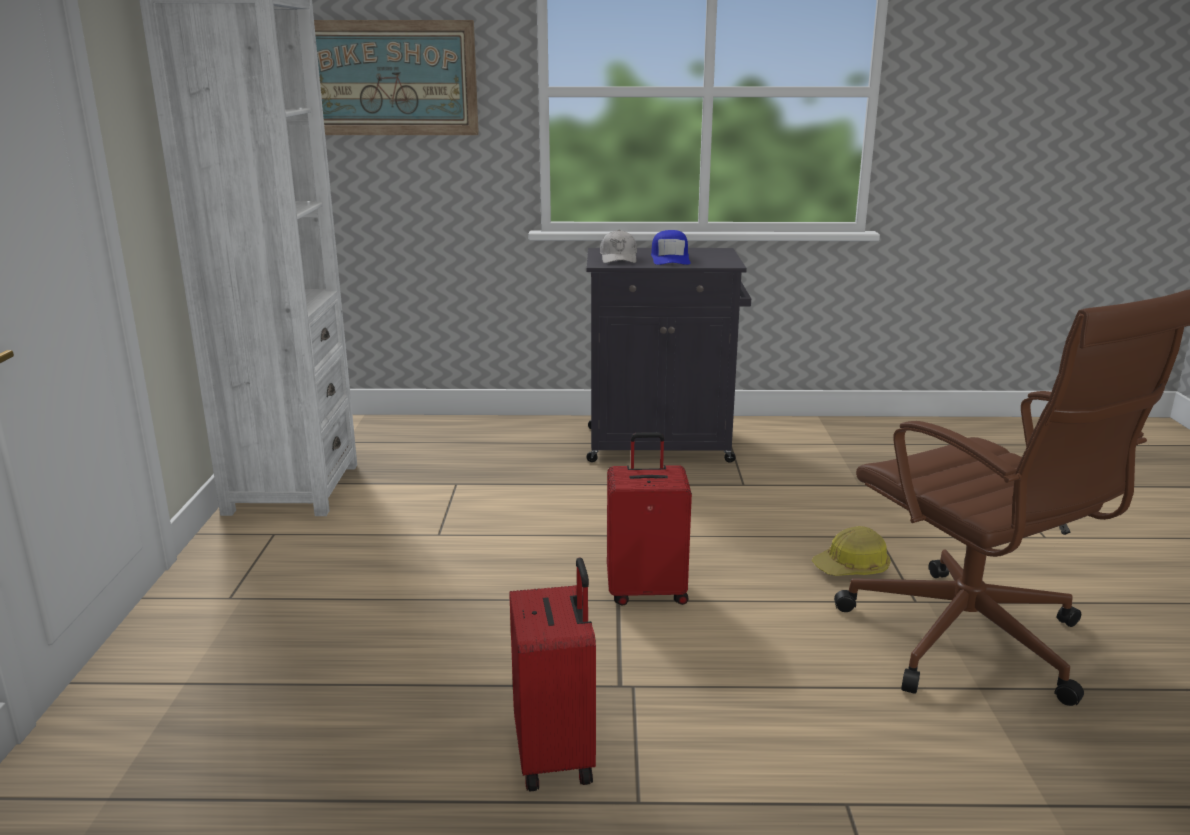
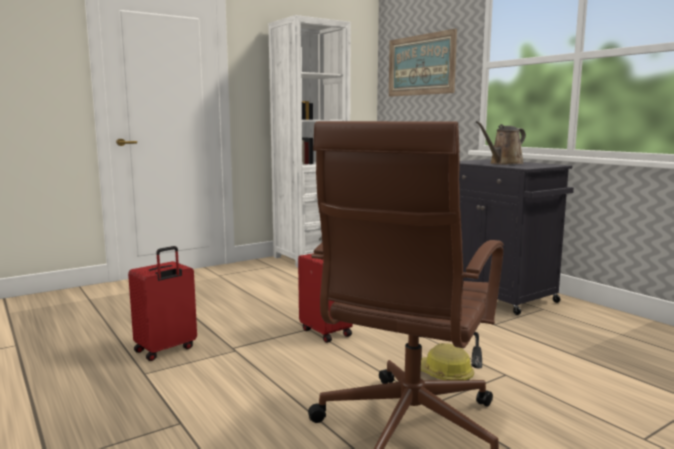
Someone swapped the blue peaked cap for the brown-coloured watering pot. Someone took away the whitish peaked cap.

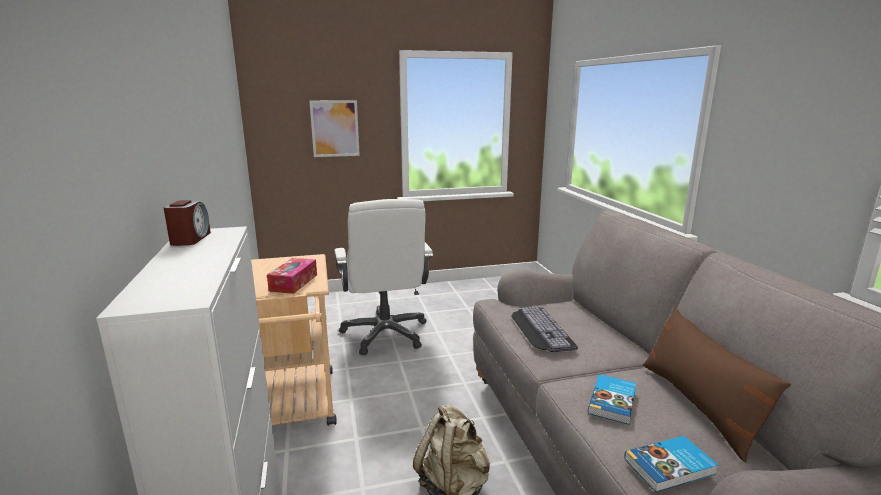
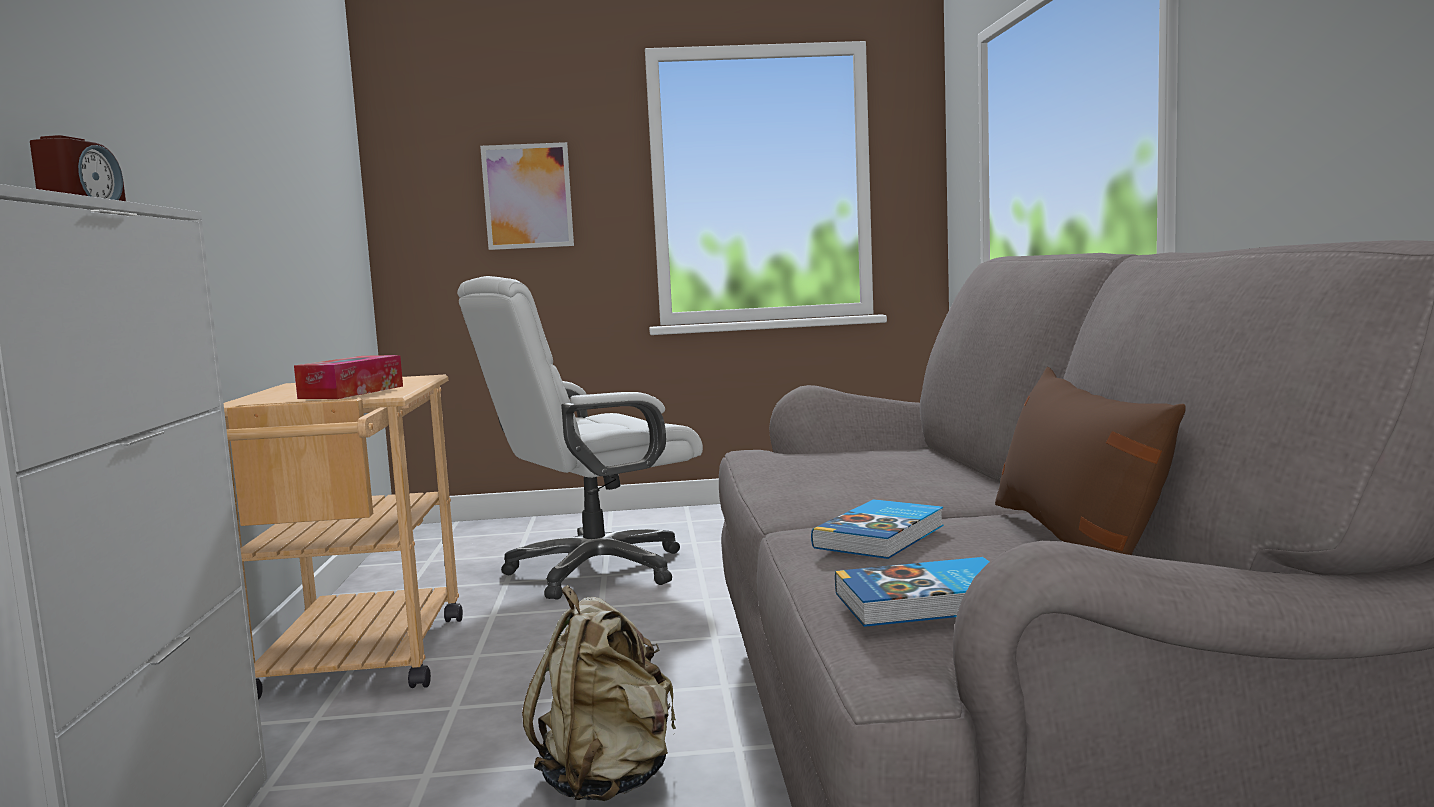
Someone rotated the whitish office chair by 60 degrees clockwise. Someone took away the computer keyboard.

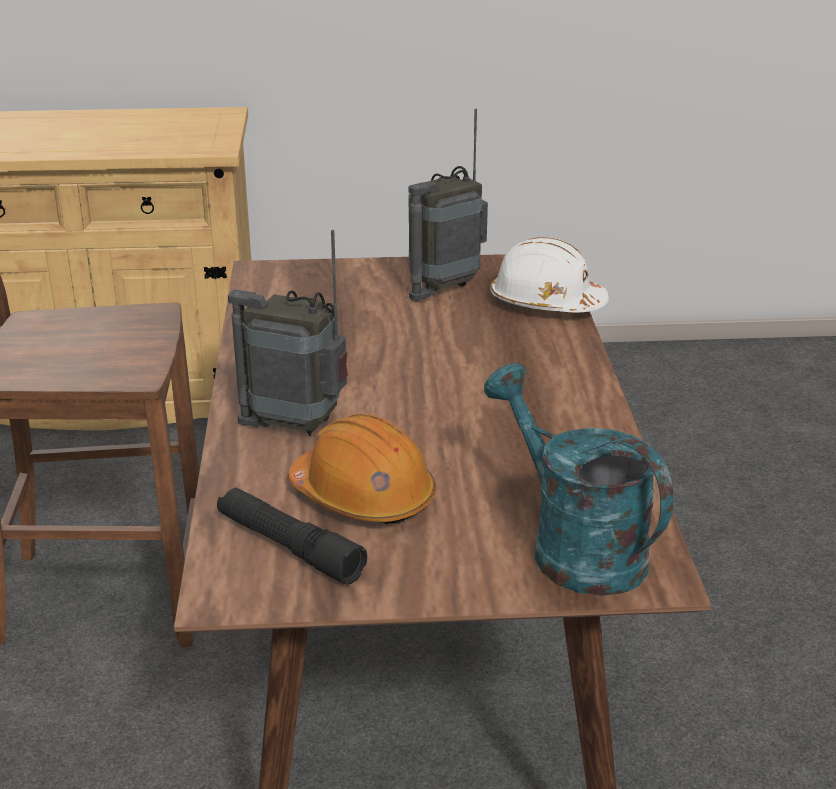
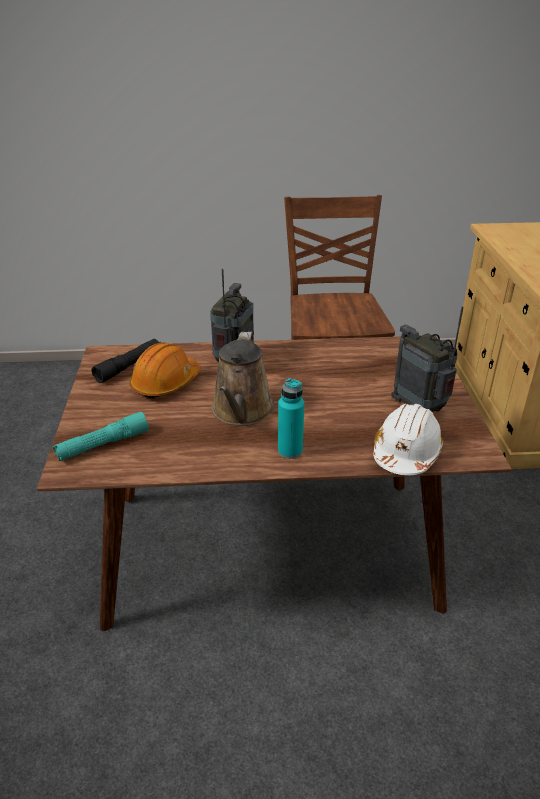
Someone swapped the turquoise watering pot for the turquoise torch. Someone put down the brown-coloured watering pot. Someone put down the turquoise beverage bottle.

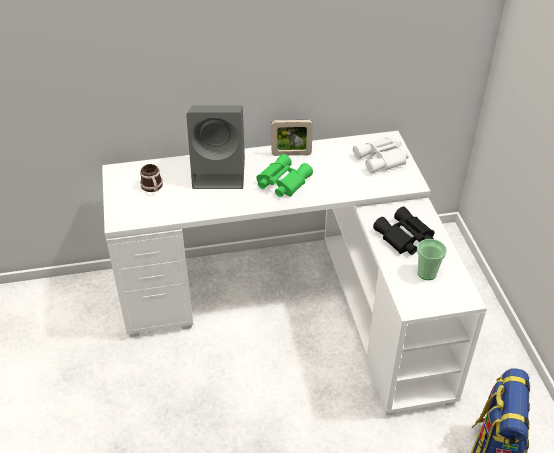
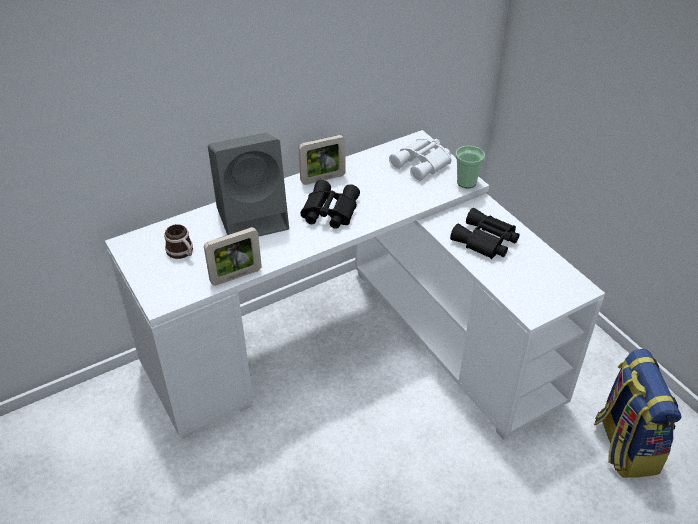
Someone put down the photo frame (no. 1 from left). Someone repainted the green-coloured binoculars, which became the black binoculars (no. 1 from left). Someone carried the small cup.

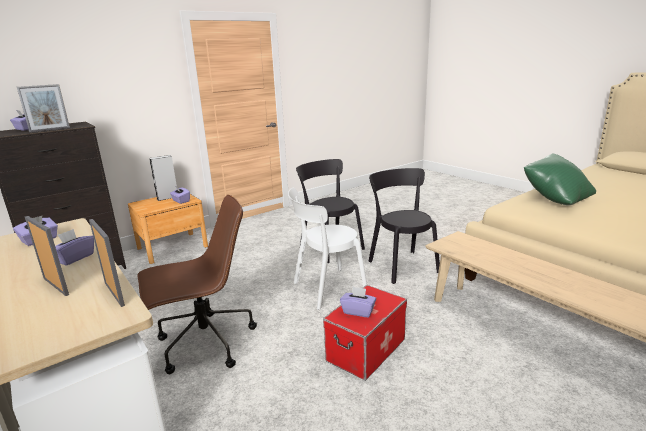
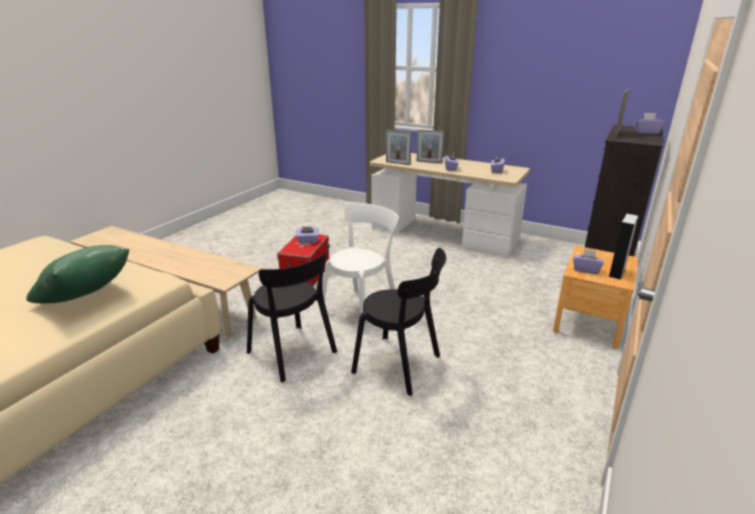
Someone took away the brown-coloured office chair.

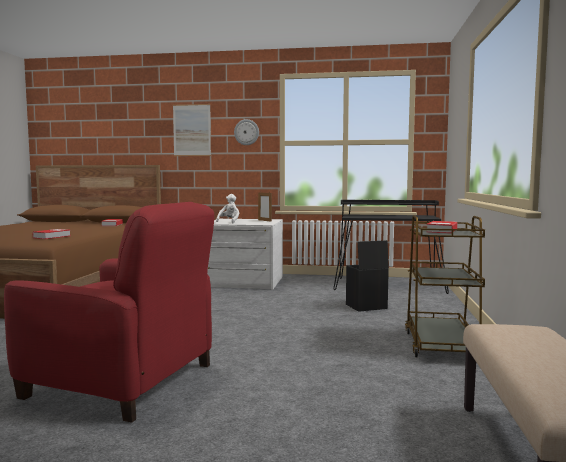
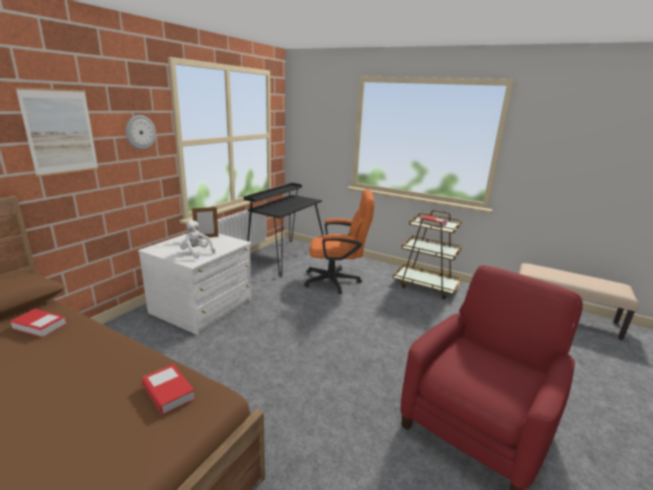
Someone swapped the black storage container for the orangey office chair.

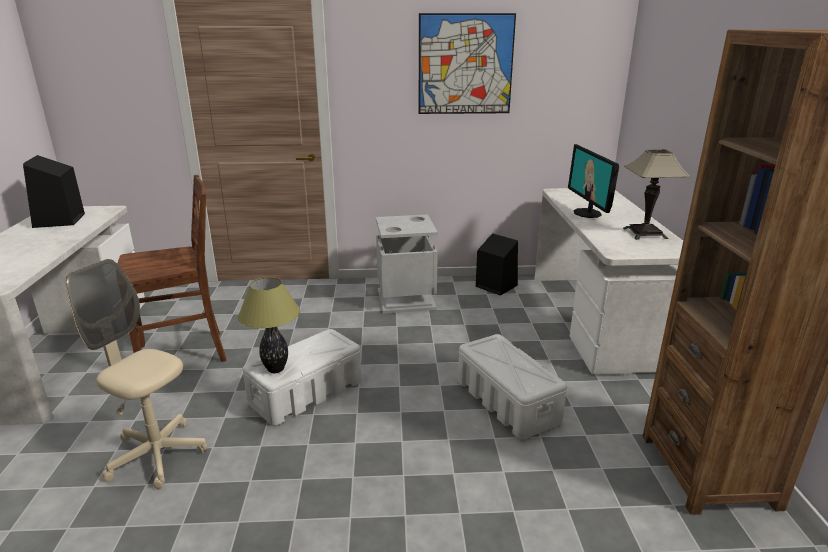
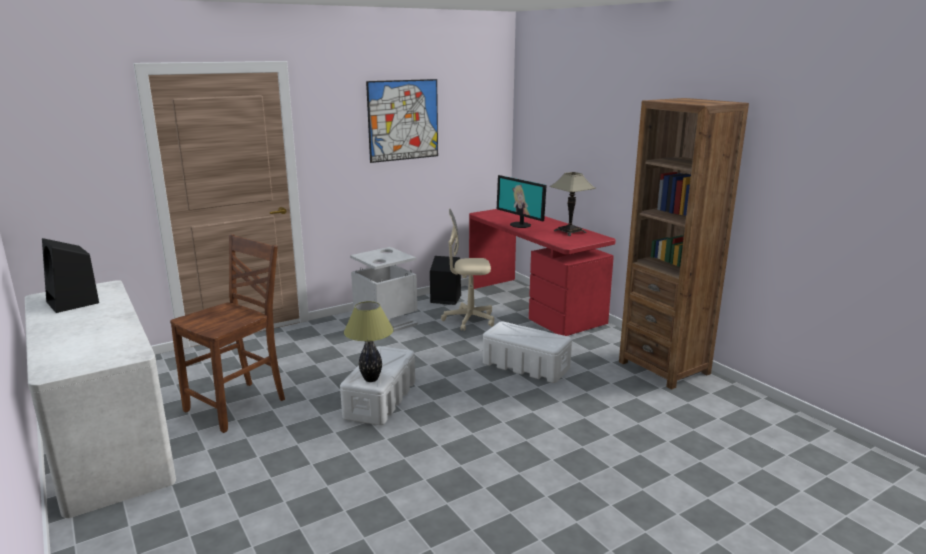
Someone carried the beige office chair. Someone repainted the whitish desk (no. 2 from left), which became the red desk.

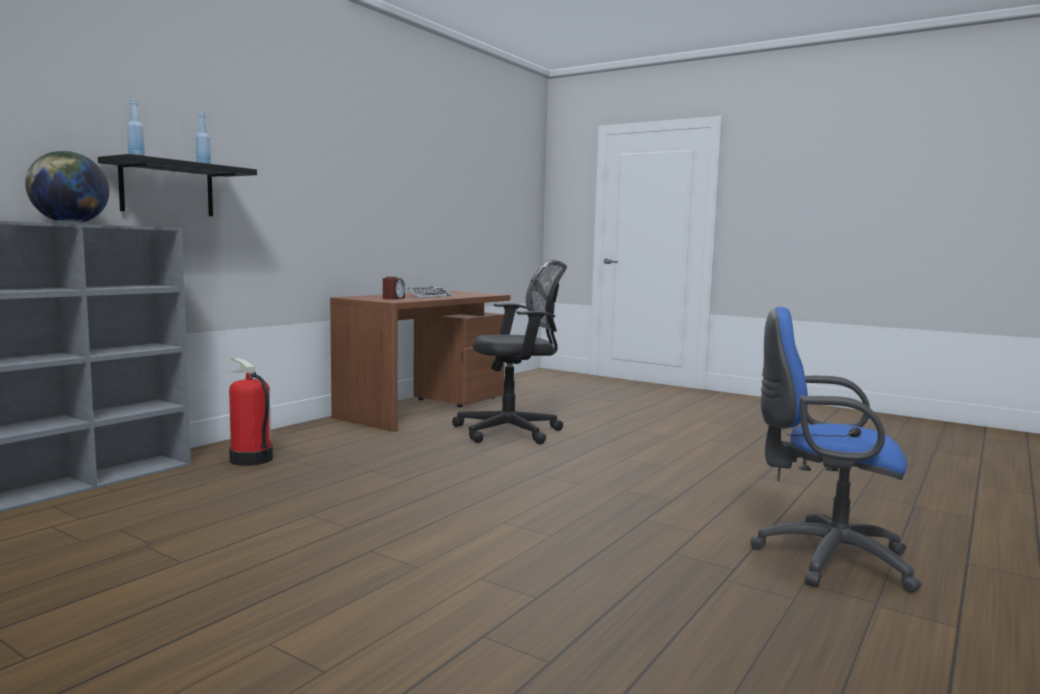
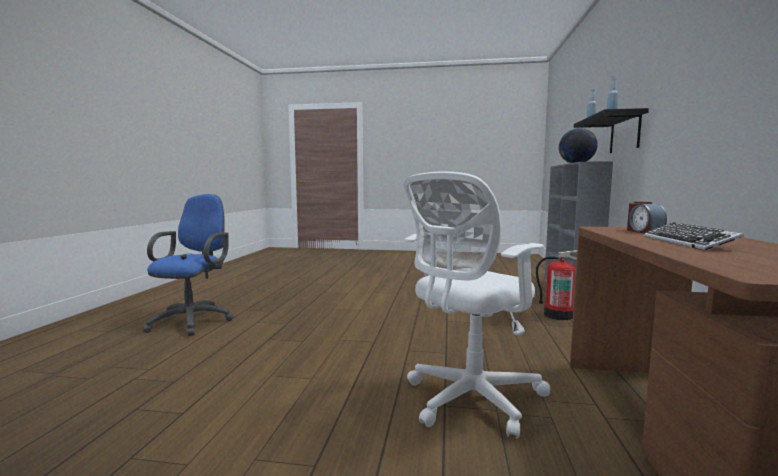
Someone rotated the blue office chair by 75 degrees counterclockwise. Someone repainted the black office chair, which became the whitish office chair.

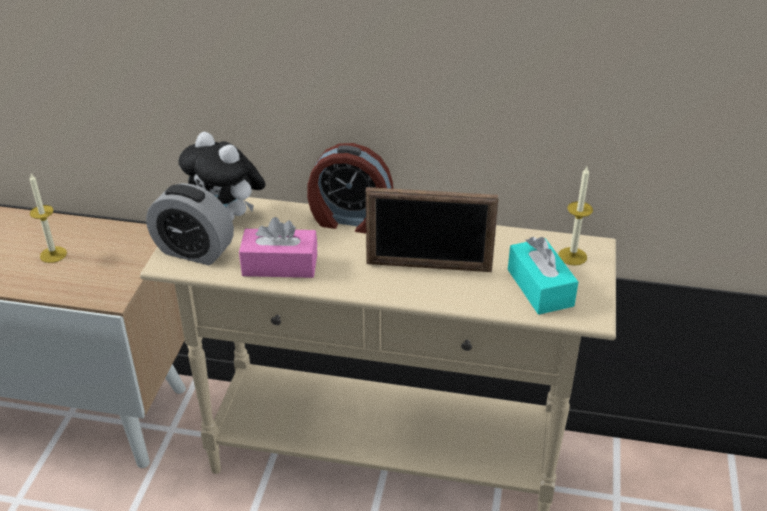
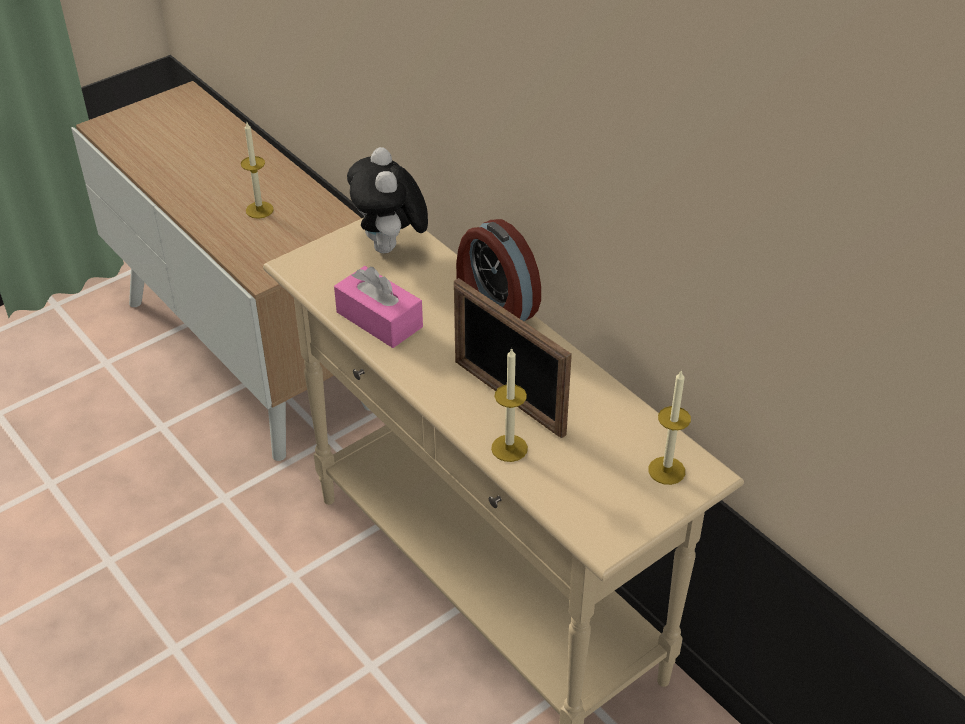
Someone put down the candle (no. 2 from left). Someone took away the bedside clock (no. 1 from left). Someone took away the turquoise tissue box.

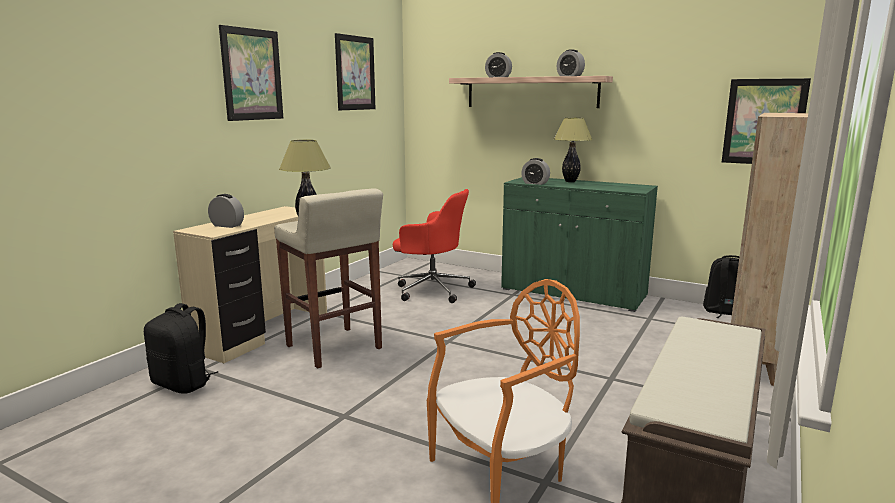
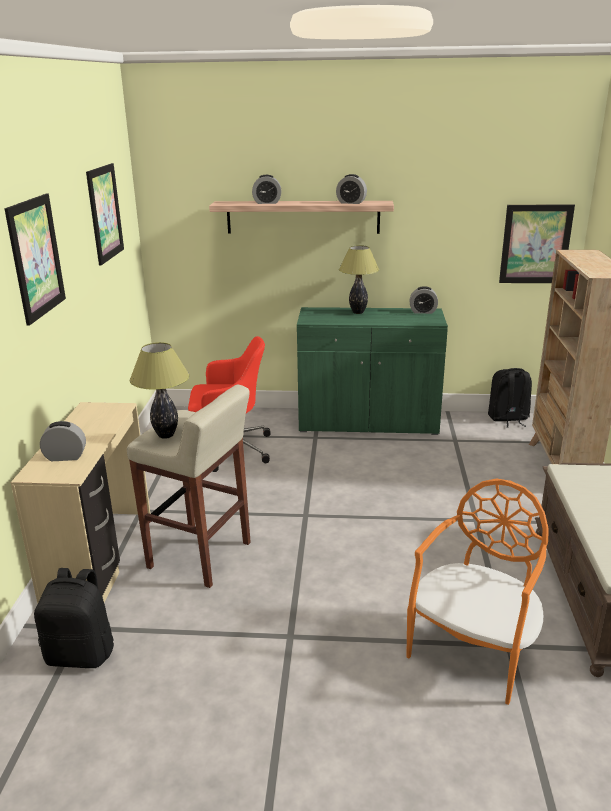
Someone carried the bedside clock (no. 3 from left in the first image).

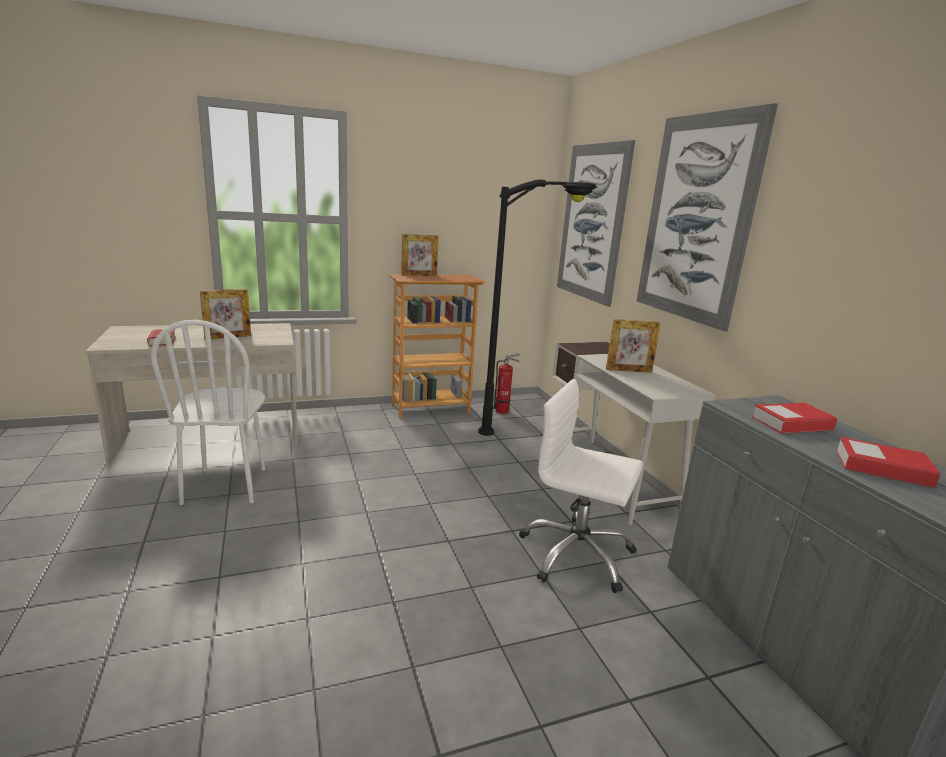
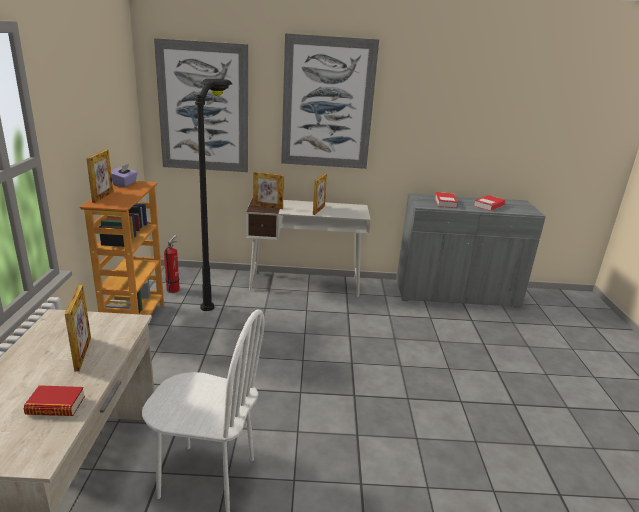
Someone put down the purple-coloured tissue box. Someone put down the photo frame (no. 3 from left). Someone took away the whitish office chair.

